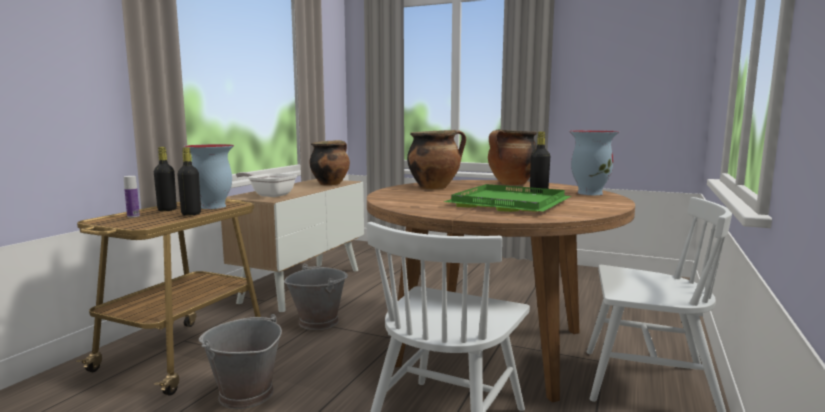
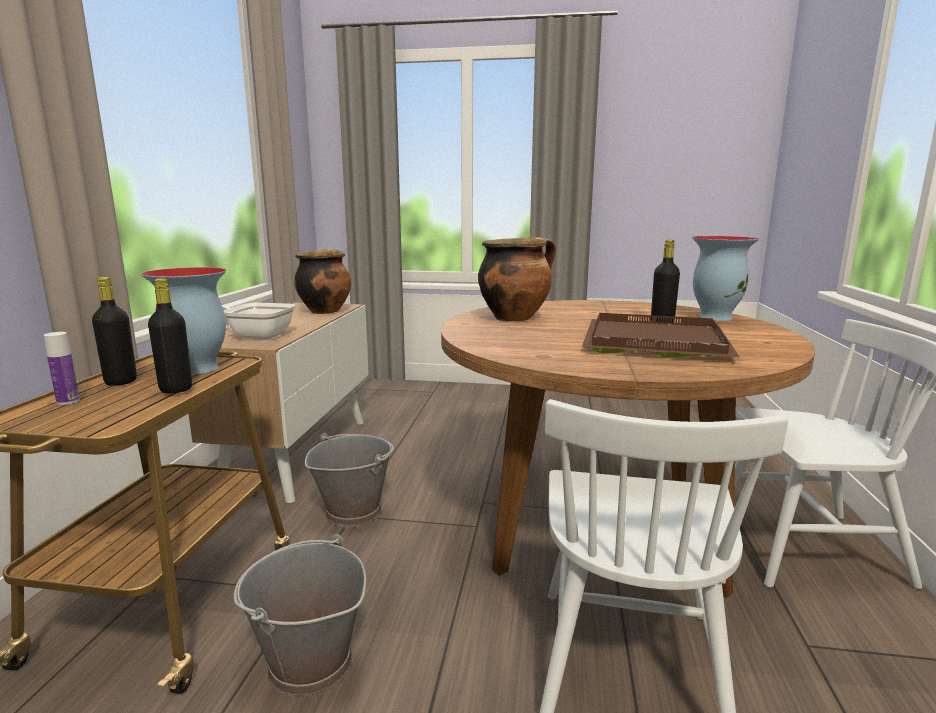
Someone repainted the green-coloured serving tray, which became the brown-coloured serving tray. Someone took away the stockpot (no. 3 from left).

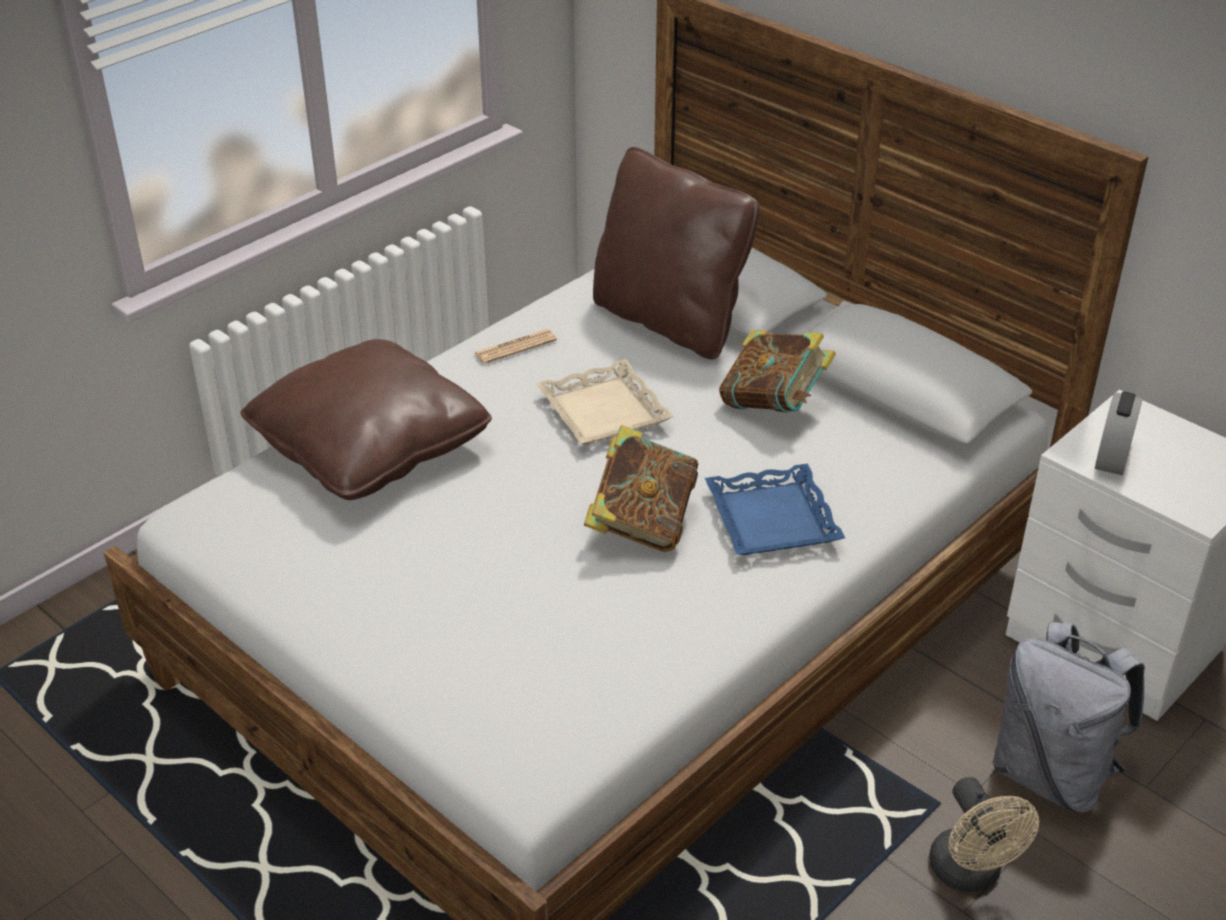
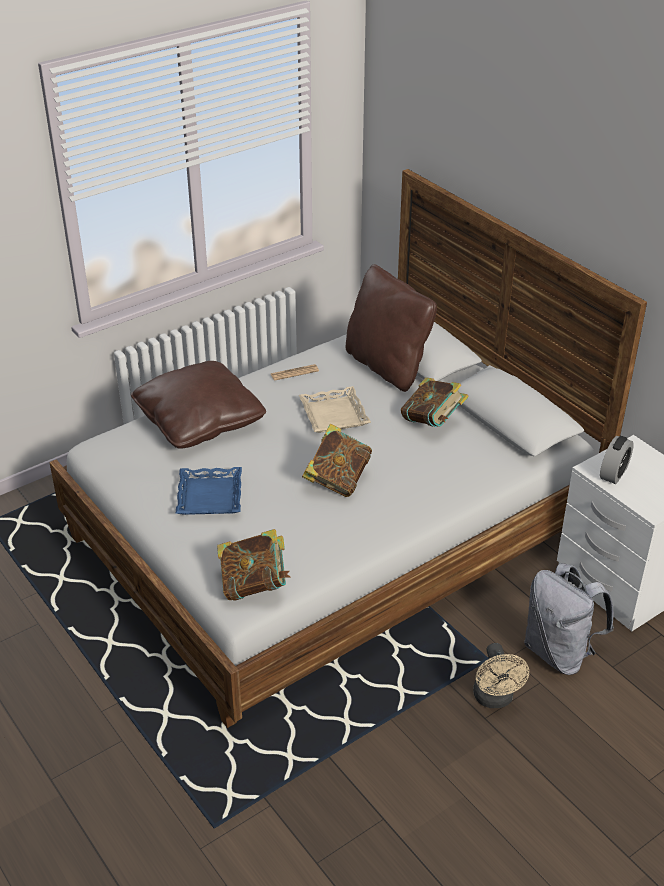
Someone carried the blue serving tray. Someone put down the bound book (no. 1 from left).

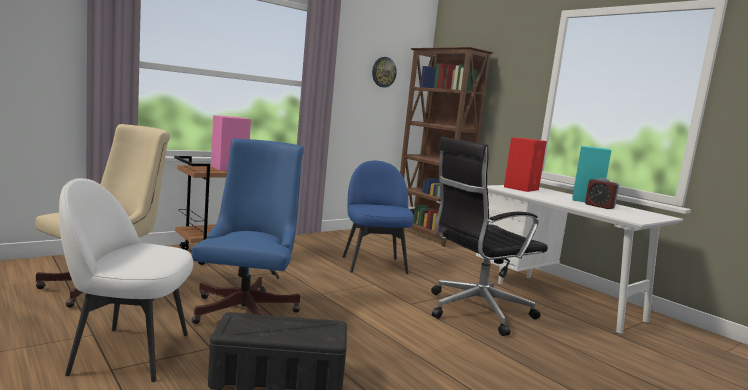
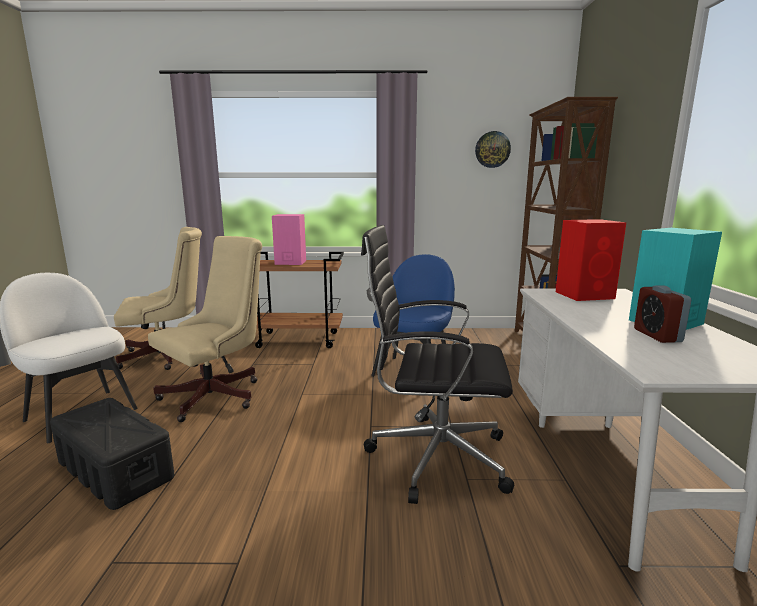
Someone repainted the blue office chair, which became the beige office chair (no. 2 from left).

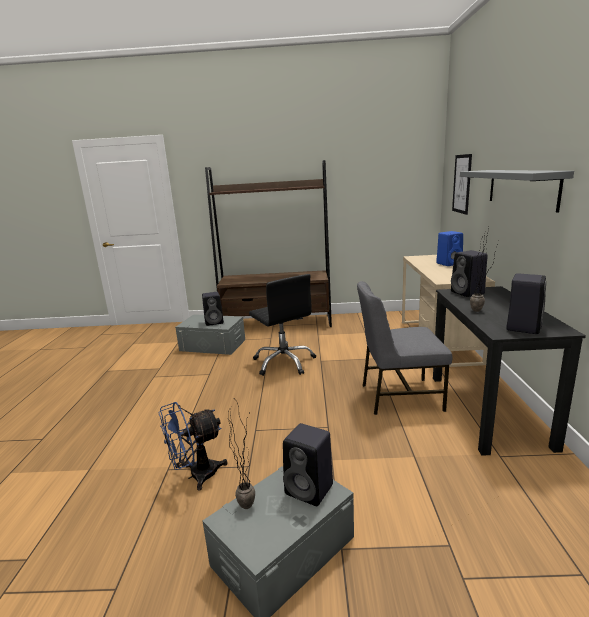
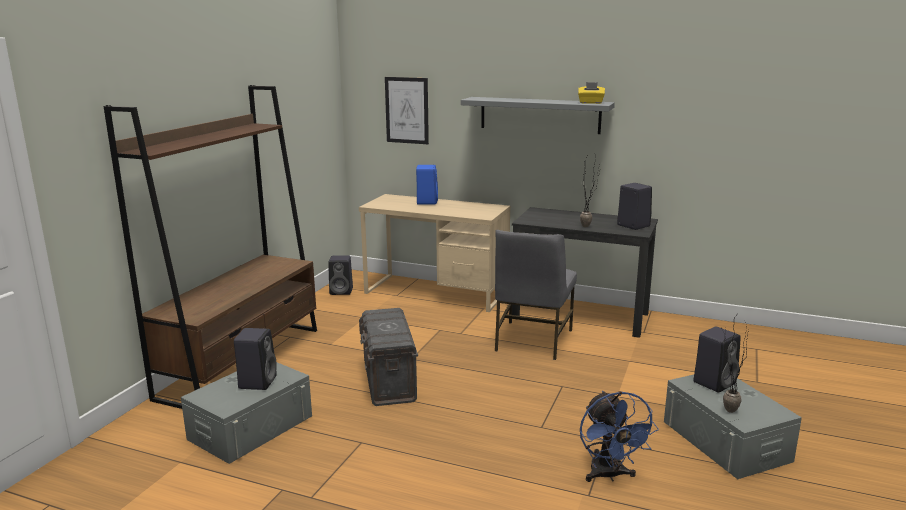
Someone carried the black audio speaker (no. 3 from left in the first image). Someone swapped the black office chair for the greyish storage container (no. 2 from left). Someone put down the yellowish tissue box.

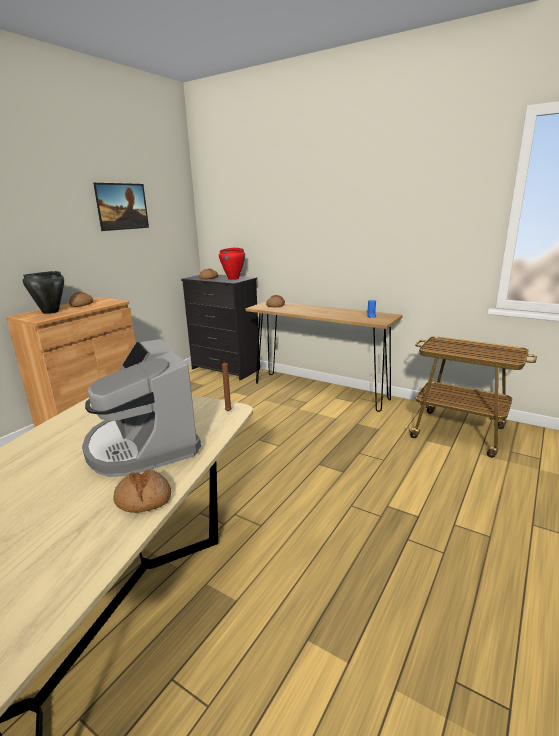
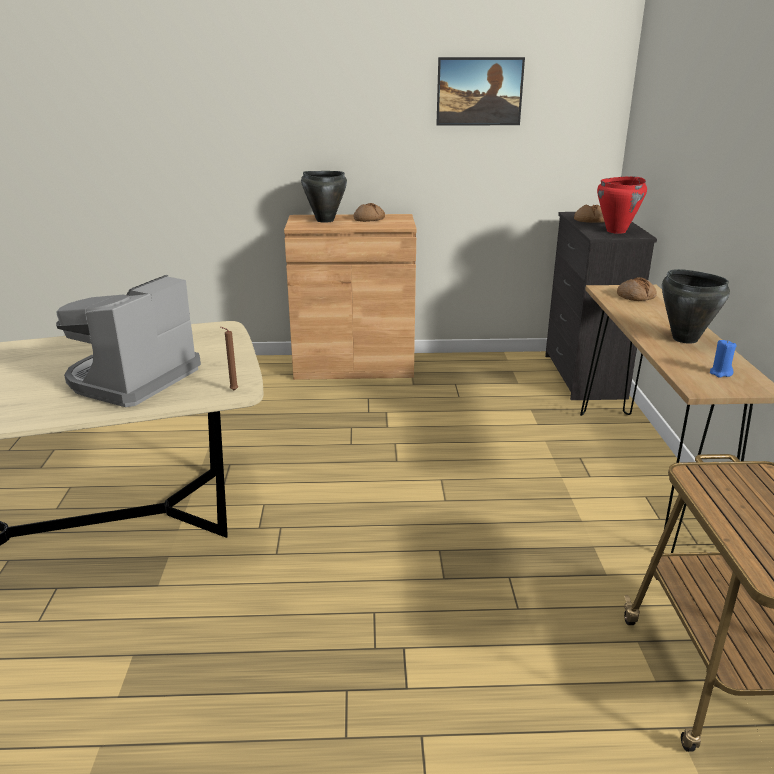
Someone put down the black stockpot (no. 2 from left). Someone took away the baked bread (no. 2 from left).

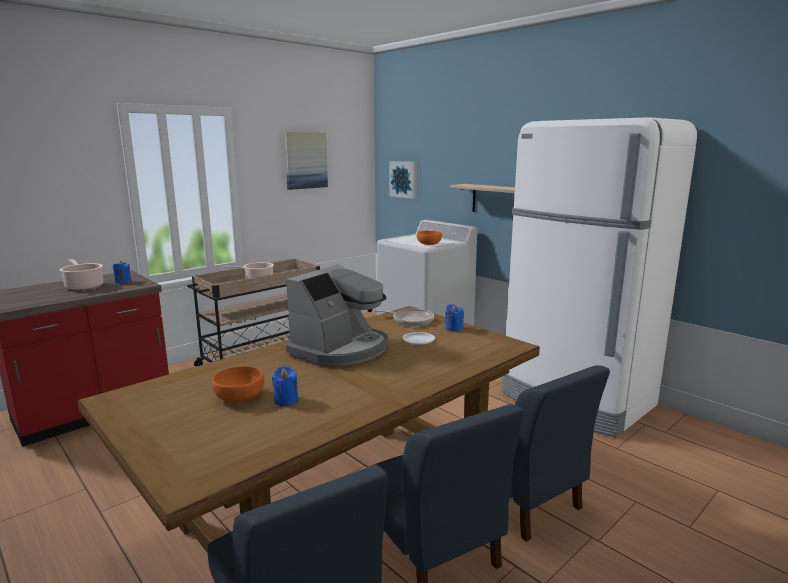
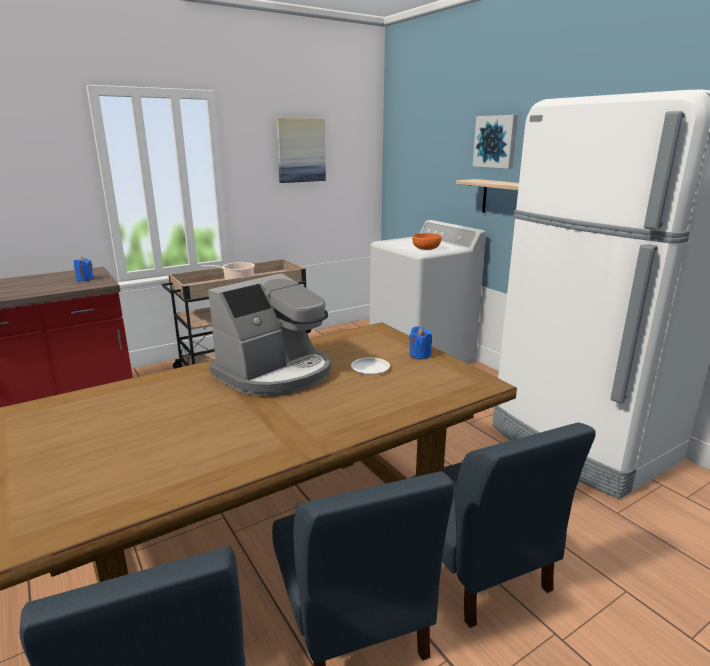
Someone carried the wall picture (no. 2 from left). Someone took away the stockpot (no. 1 from left). Someone took away the orangey bowl (no. 1 from left). Someone took away the blue candle (no. 2 from left). Someone took away the pan.

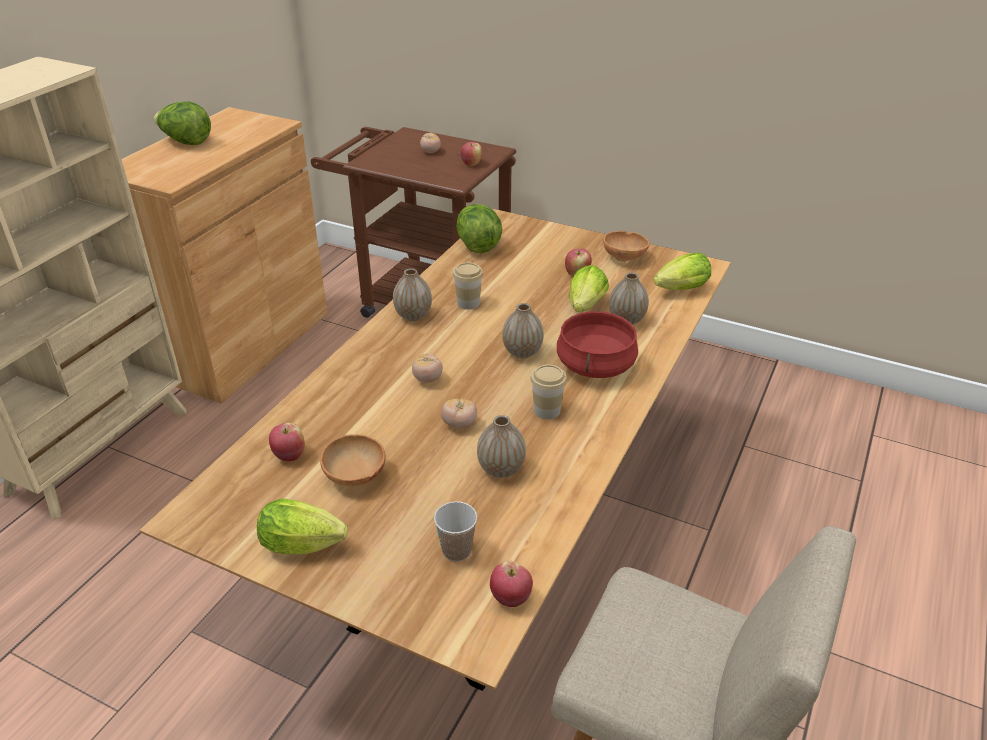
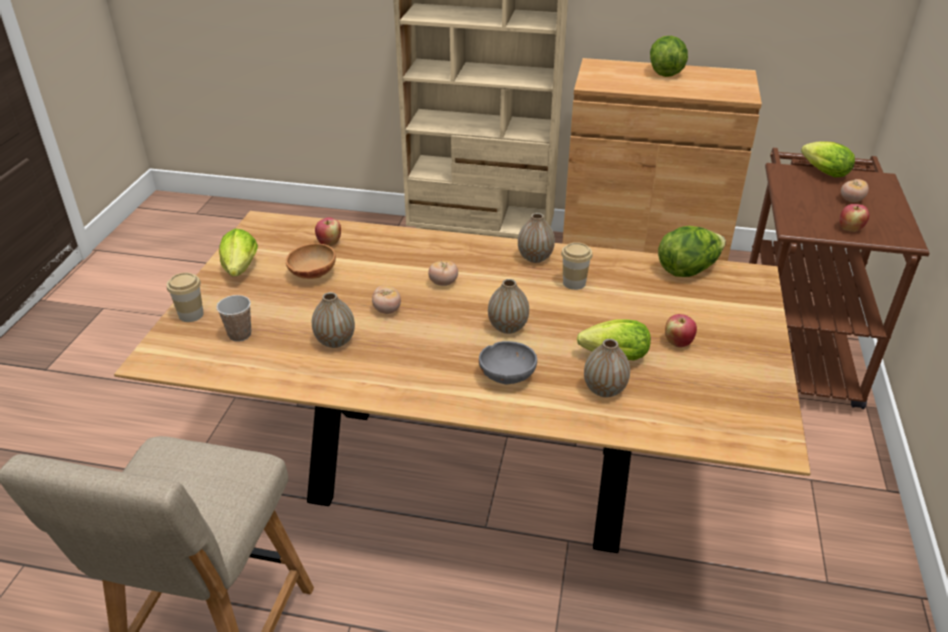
Someone carried the small cup (no. 3 from left in the first image). Someone swapped the red stockpot for the greyish bowl. Someone carried the lettuce (no. 5 from left). Someone took away the apple fruit (no. 3 from left). Someone took away the brown-coloured bowl (no. 2 from left).

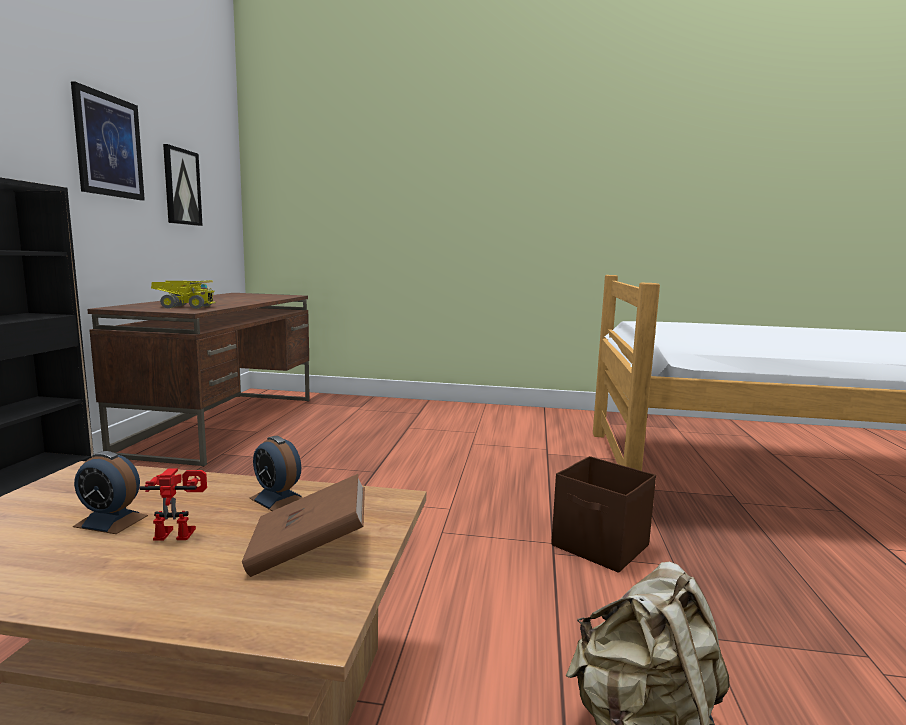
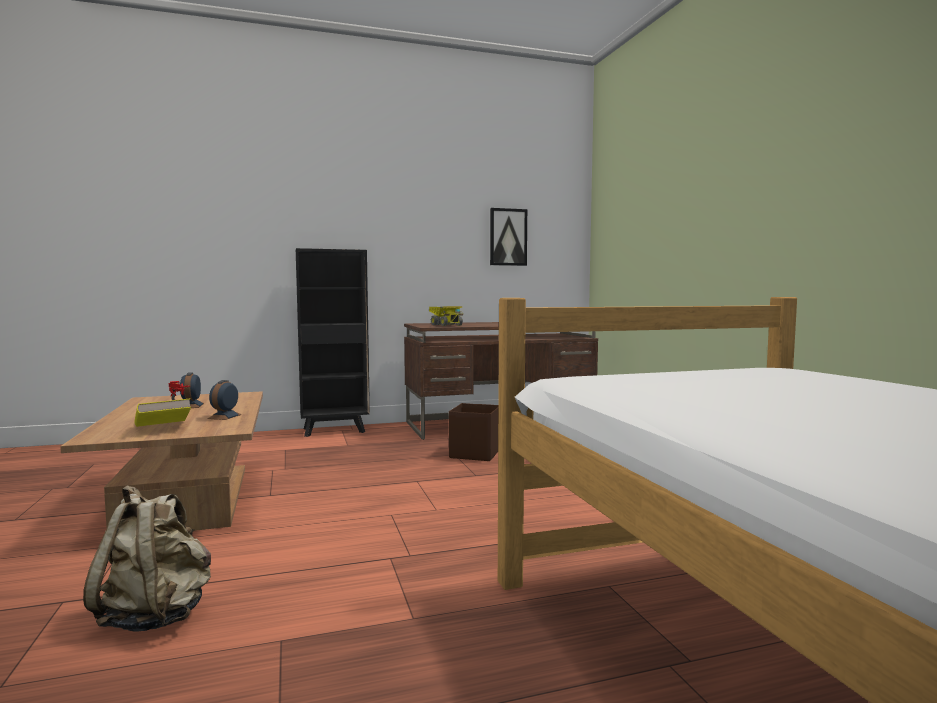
Someone repainted the brown-coloured bound book, which became the yellowish bound book. Someone carried the brown-coloured storage container. Someone took away the wall picture (no. 1 from left).

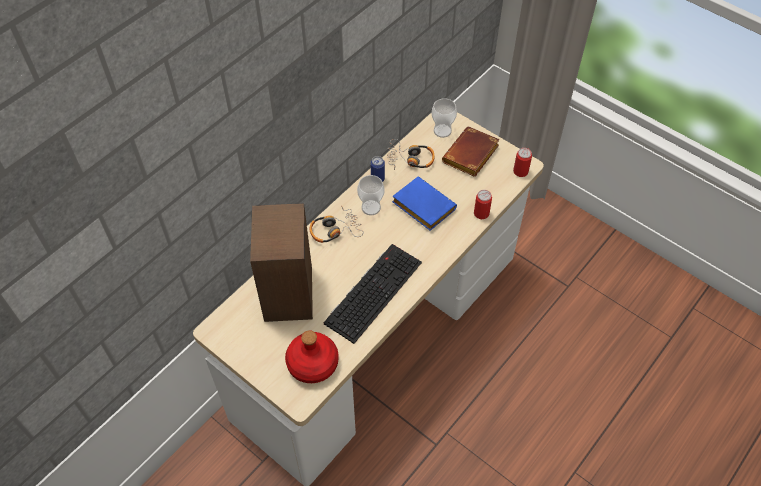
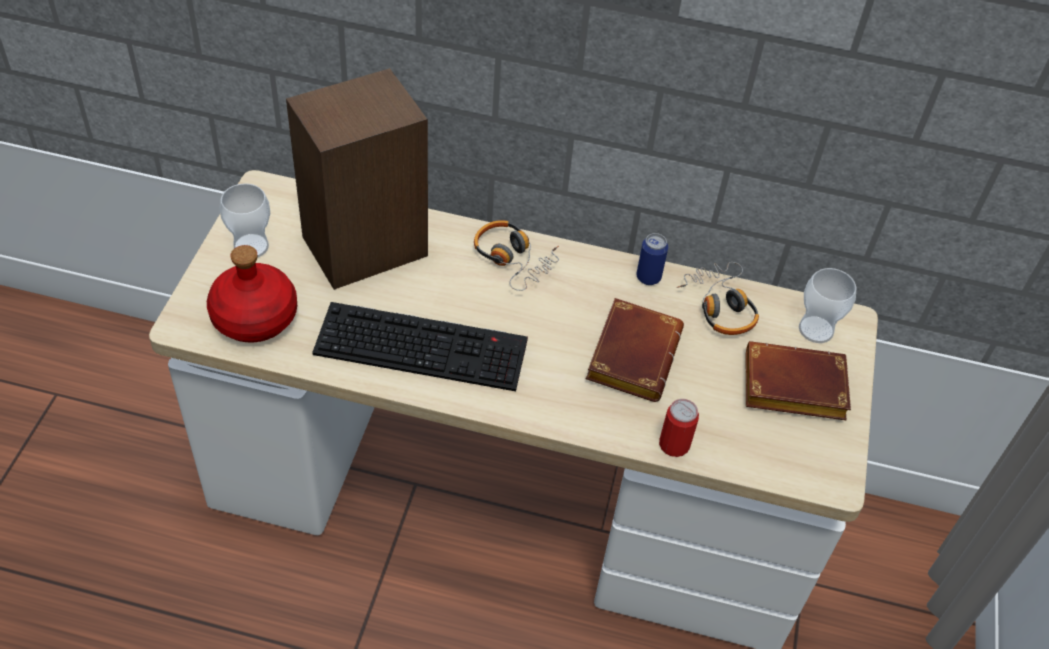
Someone carried the small cup (no. 1 from left). Someone repainted the blue bound book, which became the brown-coloured bound book (no. 1 from left). Someone took away the can (no. 3 from left).

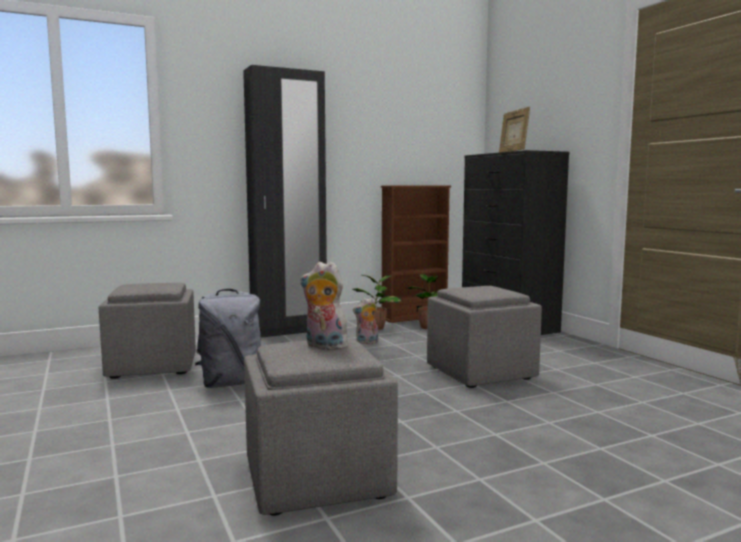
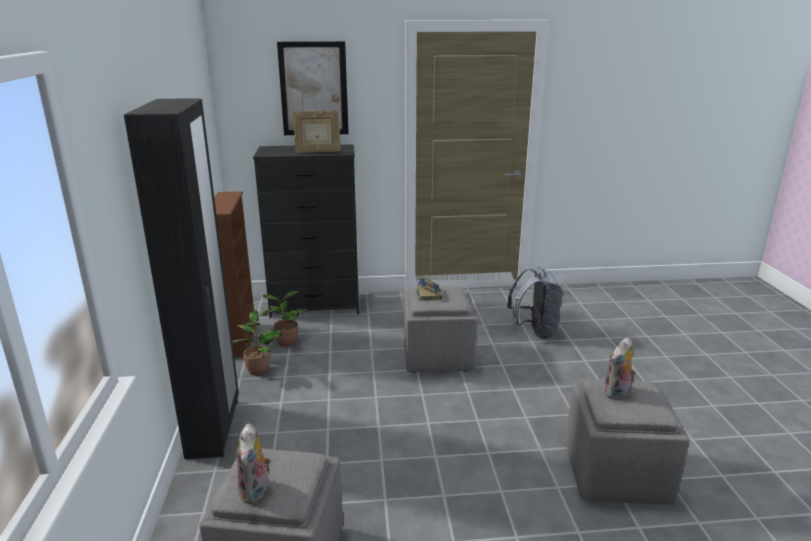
Someone carried the cuddly toy (no. 2 from left in the first image). Someone put up the wall picture. Someone put down the bound book. Someone carried the greyish rucksack.

